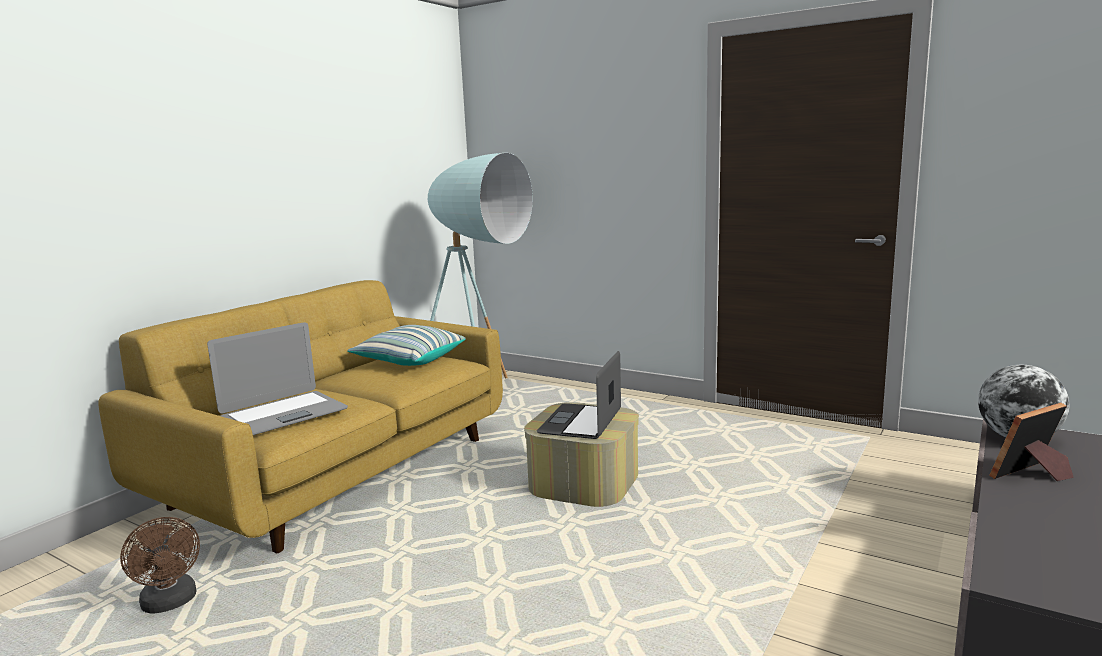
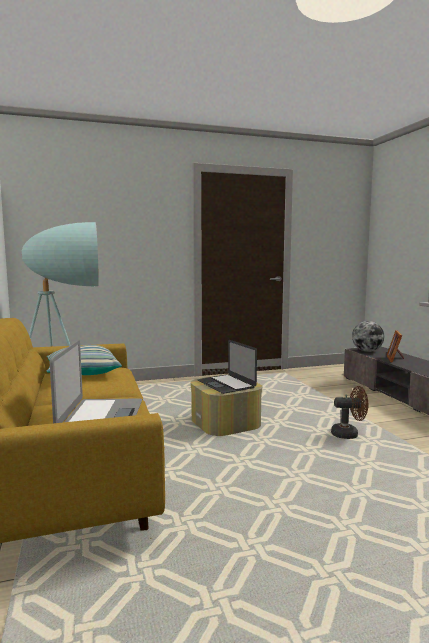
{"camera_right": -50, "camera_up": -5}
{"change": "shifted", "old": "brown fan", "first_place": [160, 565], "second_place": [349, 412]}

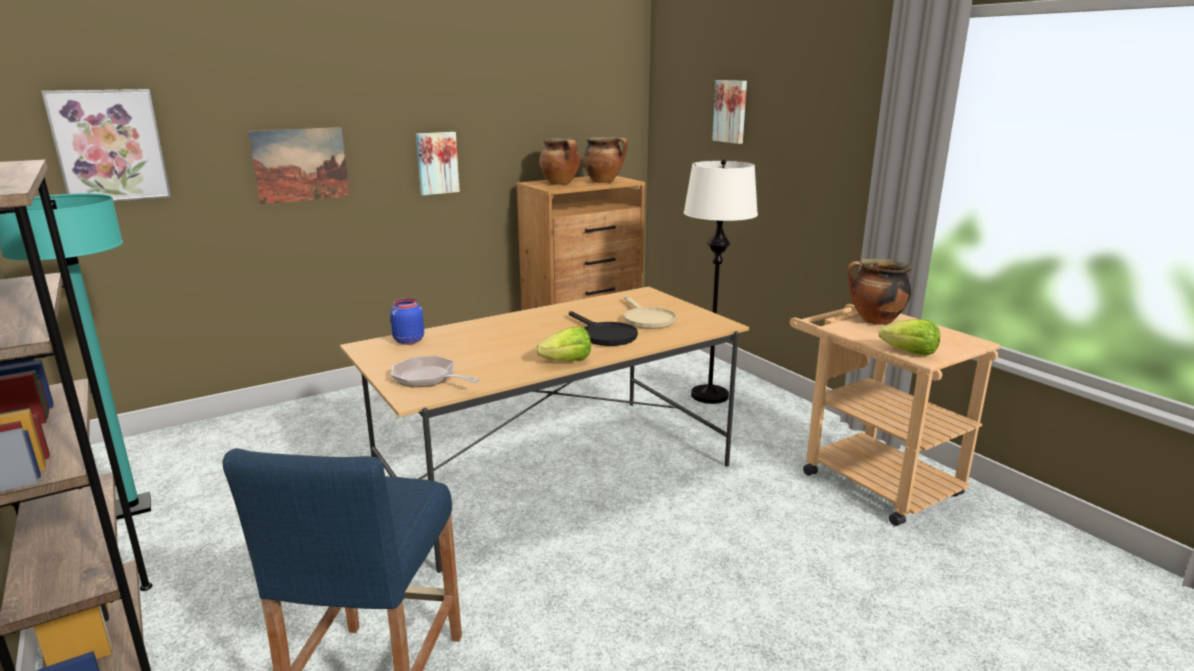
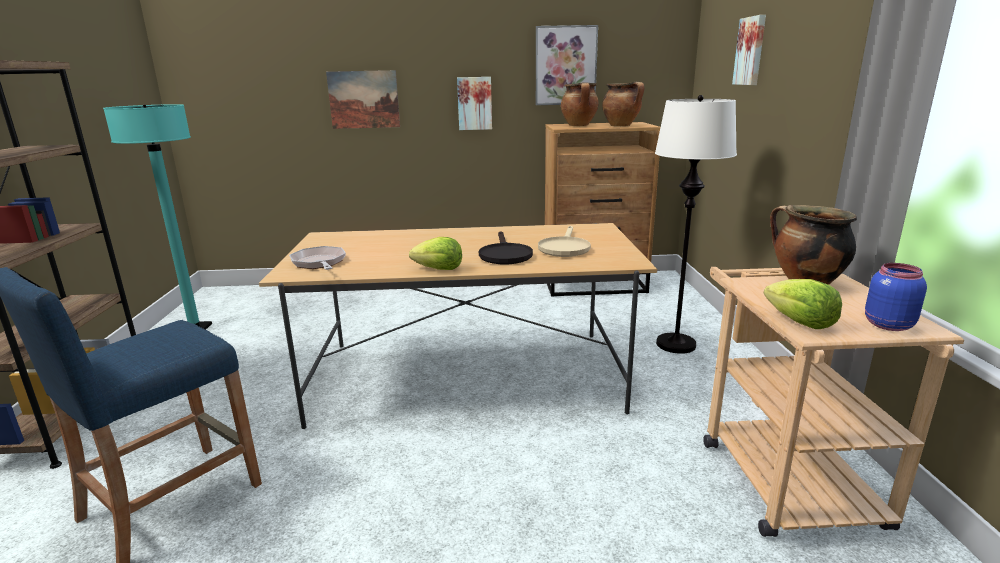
{"camera_right": 30, "camera_up": 0}
{"change": "shifted", "old": "picture", "first_place": [106, 145], "second_place": [567, 65]}
{"change": "shifted", "old": "blue jar", "first_place": [407, 321], "second_place": [896, 297]}

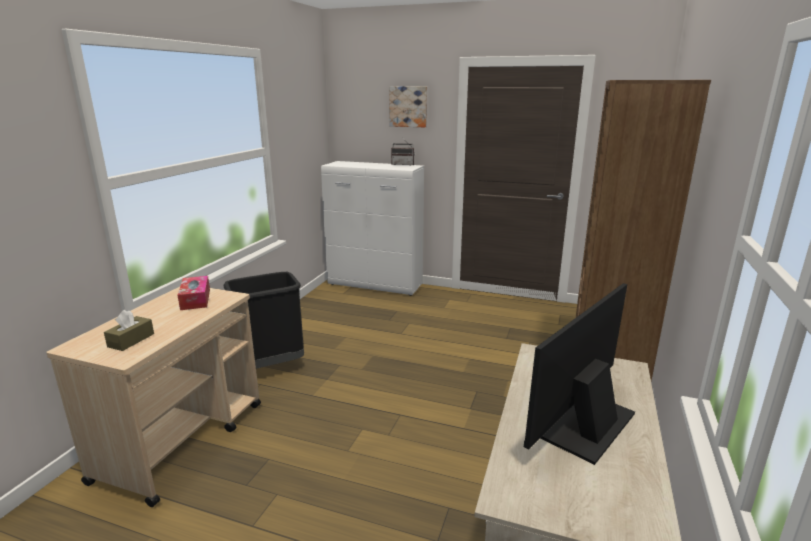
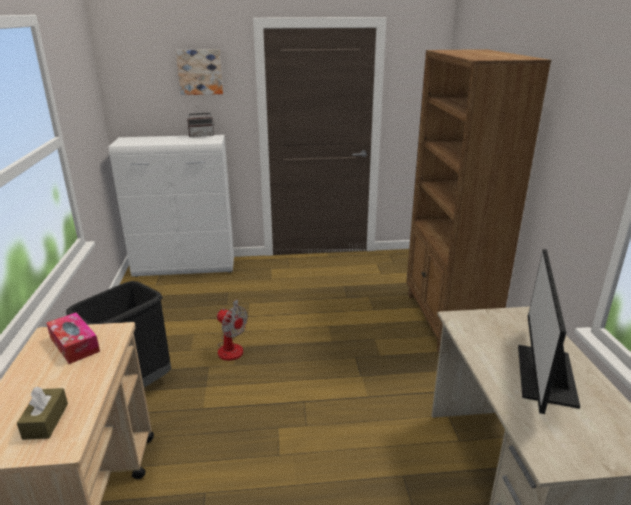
{"camera_right": -25, "camera_up": 5}
{"change": "new", "new": "fan", "second_place": [232, 330]}

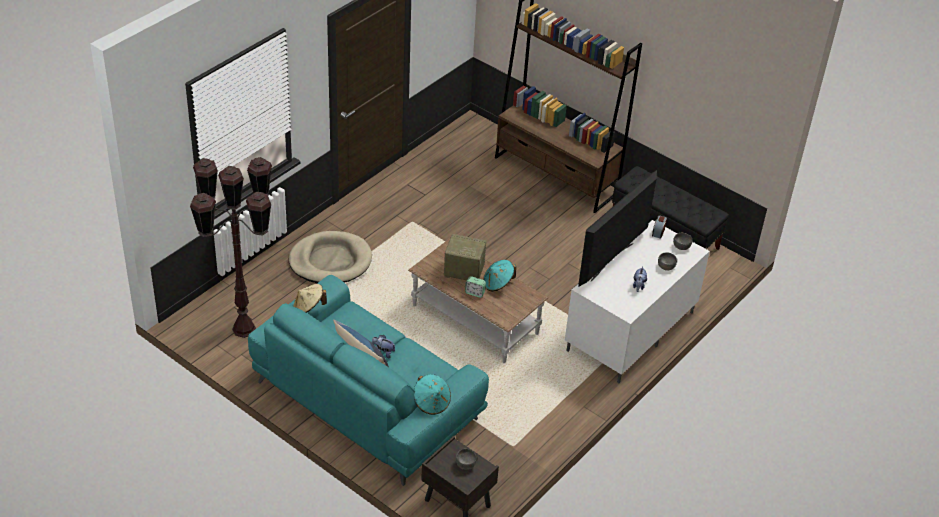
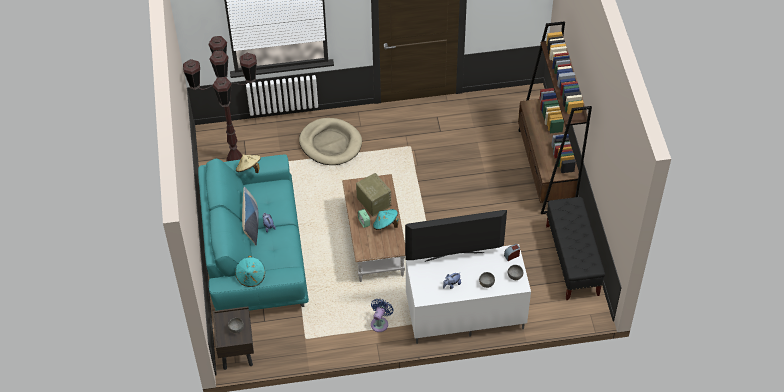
{"camera_right": 45, "camera_up": 10}
{"change": "new", "new": "blue fan", "second_place": [382, 315]}

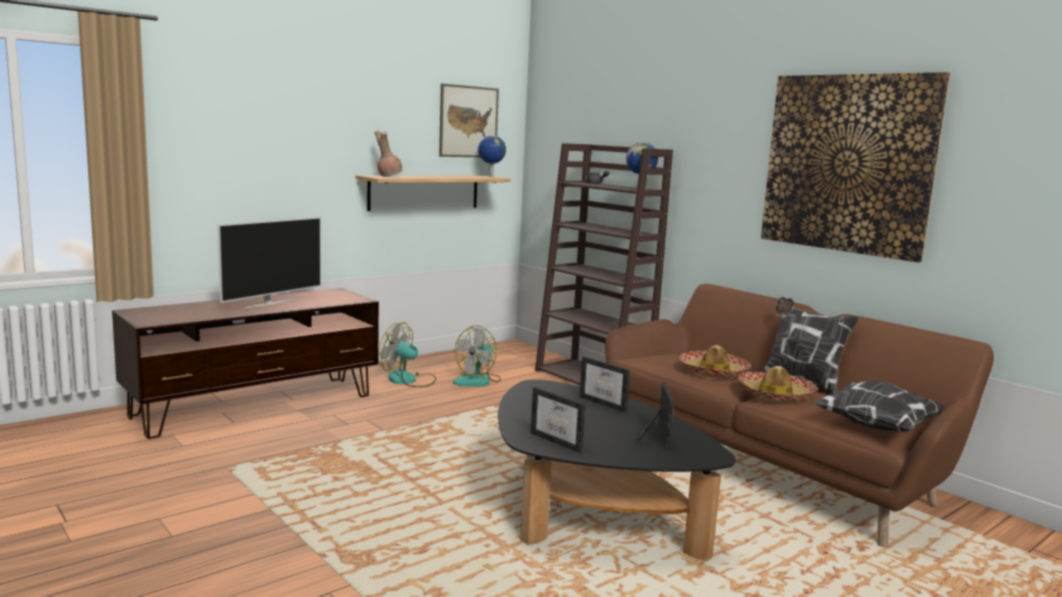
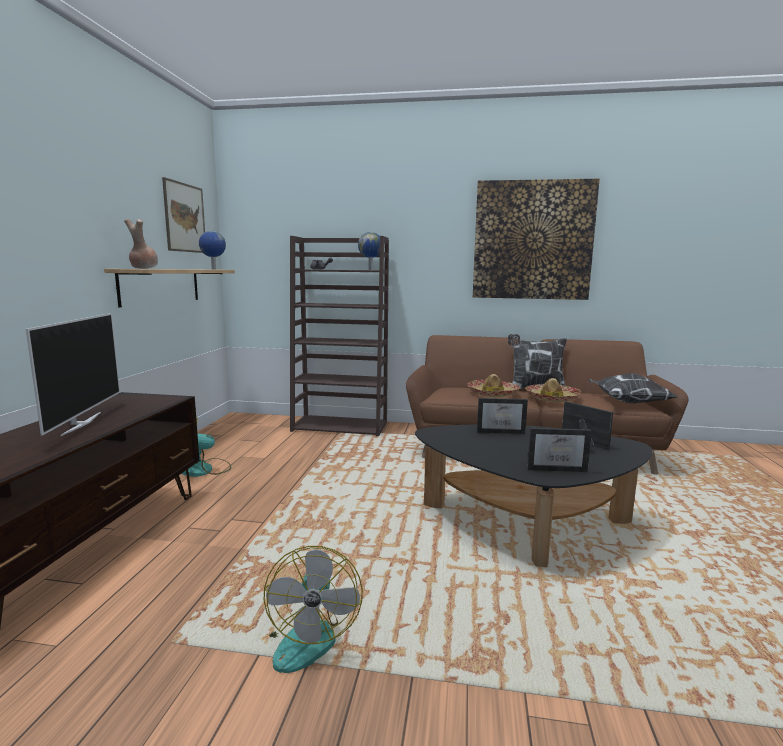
{"camera_right": -40, "camera_up": 0}
{"change": "shifted", "old": "fan", "first_place": [477, 356], "second_place": [313, 609]}

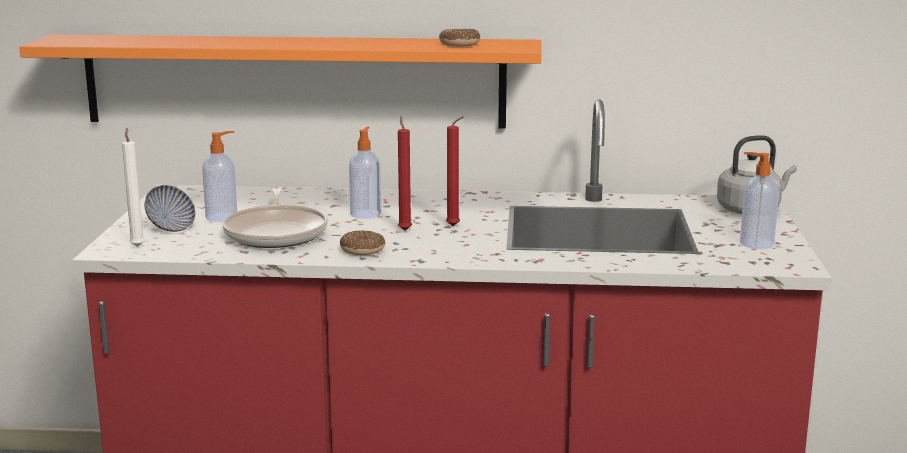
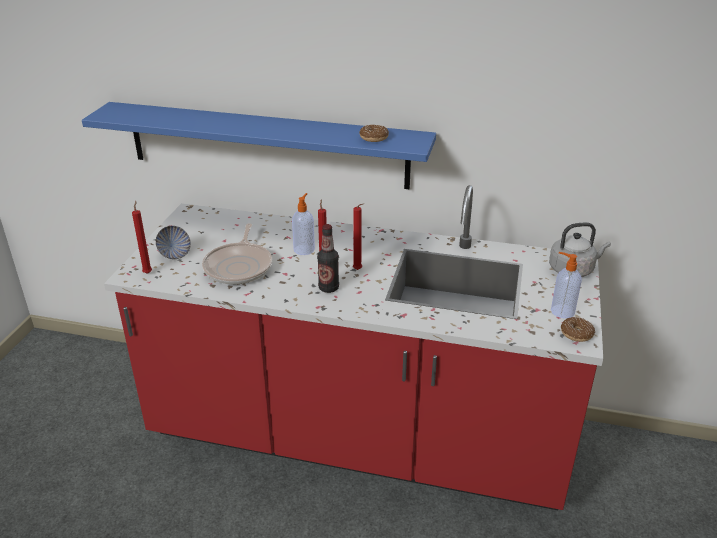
{"camera_right": 10, "camera_up": 15}
{"change": "repainted", "old": "orange shelf", "new": "blue shelf", "first_place": [280, 81], "second_place": [259, 145]}
{"change": "repainted", "old": "white candle", "new": "red candle", "first_place": [133, 187], "second_place": [142, 237]}
{"change": "new", "new": "bottle", "second_place": [328, 258]}
{"change": "shifted", "old": "donut", "first_place": [362, 242], "second_place": [578, 329]}
{"change": "gone", "old": "soap dispenser", "first_place": [219, 176]}

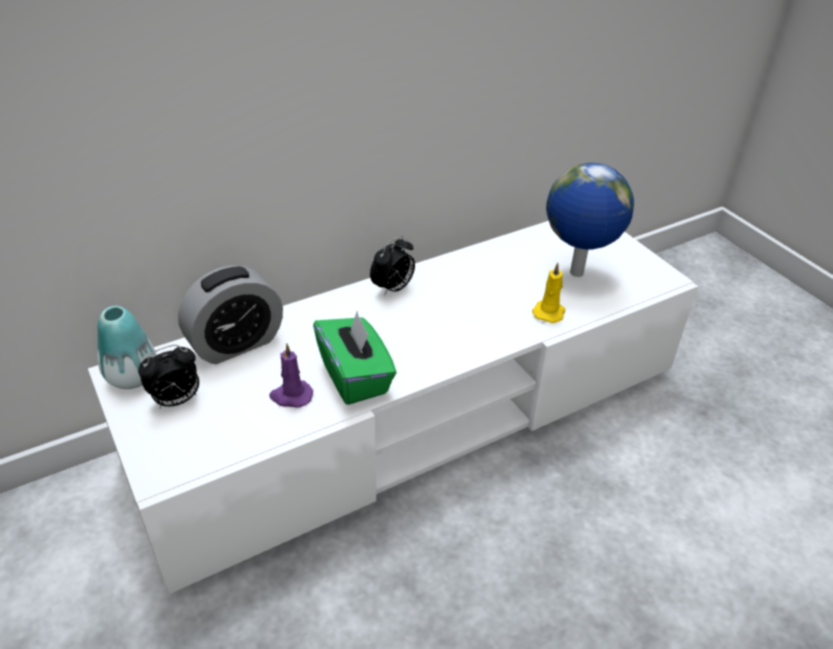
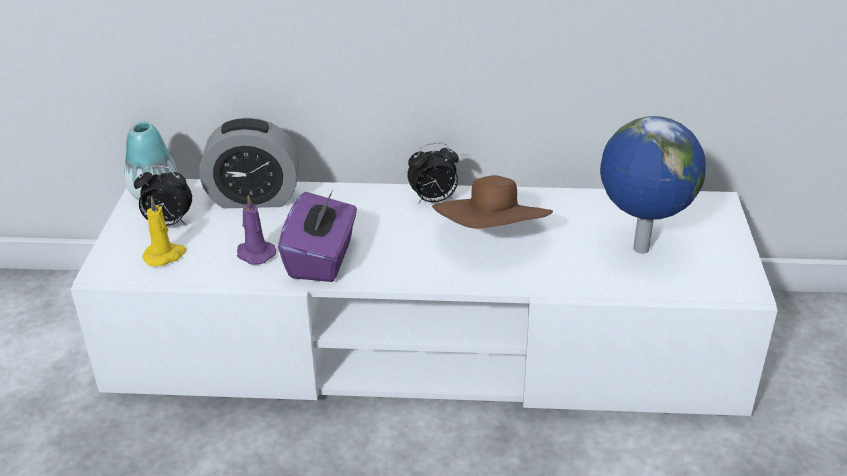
{"camera_right": 35, "camera_up": -5}
{"change": "shifted", "old": "yellow candle", "first_place": [548, 293], "second_place": [164, 231]}
{"change": "repainted", "old": "green tissue box", "new": "purple tissue box", "first_place": [354, 358], "second_place": [317, 236]}
{"change": "new", "new": "brown hat", "second_place": [492, 202]}

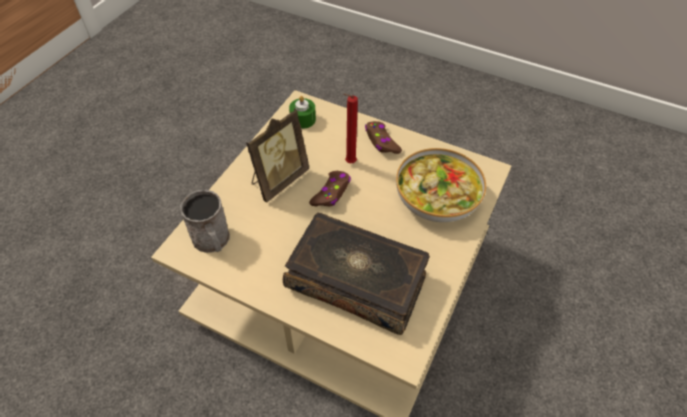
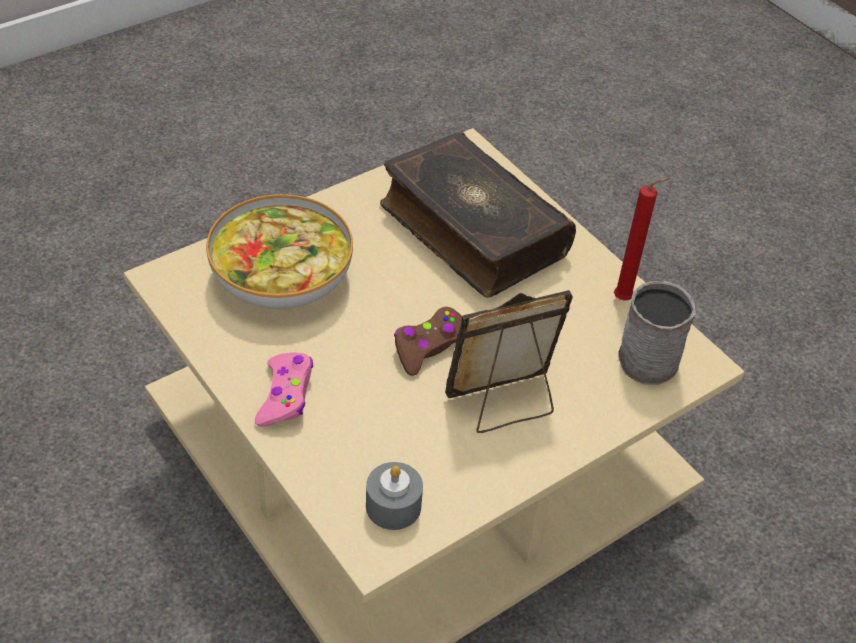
{"camera_right": -155, "camera_up": -5}
{"change": "repainted", "old": "brown game controller", "new": "pink game controller", "first_place": [383, 137], "second_place": [284, 389]}
{"change": "repainted", "old": "green candle", "new": "grey candle", "first_place": [302, 112], "second_place": [394, 496]}
{"change": "shifted", "old": "red candle", "first_place": [350, 128], "second_place": [642, 239]}

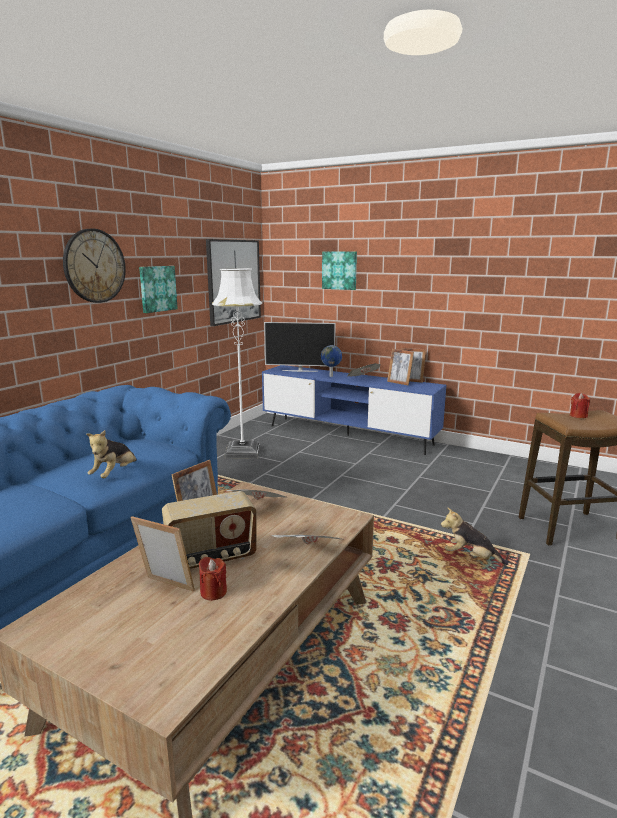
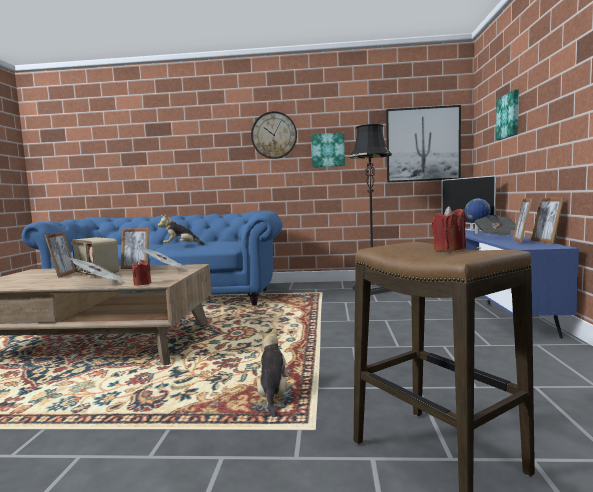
{"camera_right": 65, "camera_up": -10}
{"change": "shifted", "old": "red candle", "first_place": [213, 579], "second_place": [141, 272]}
{"change": "repainted", "old": "white floor lamp", "new": "black floor lamp", "first_place": [237, 363], "second_place": [370, 209]}

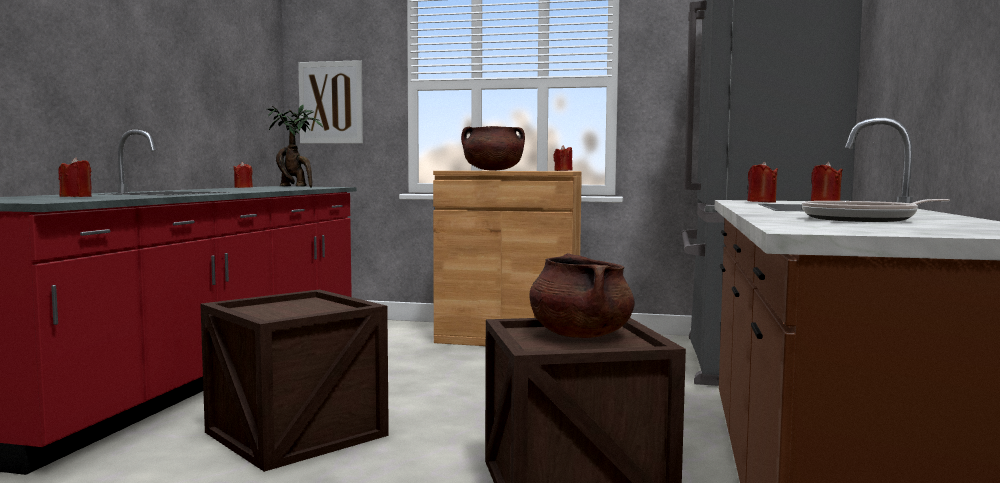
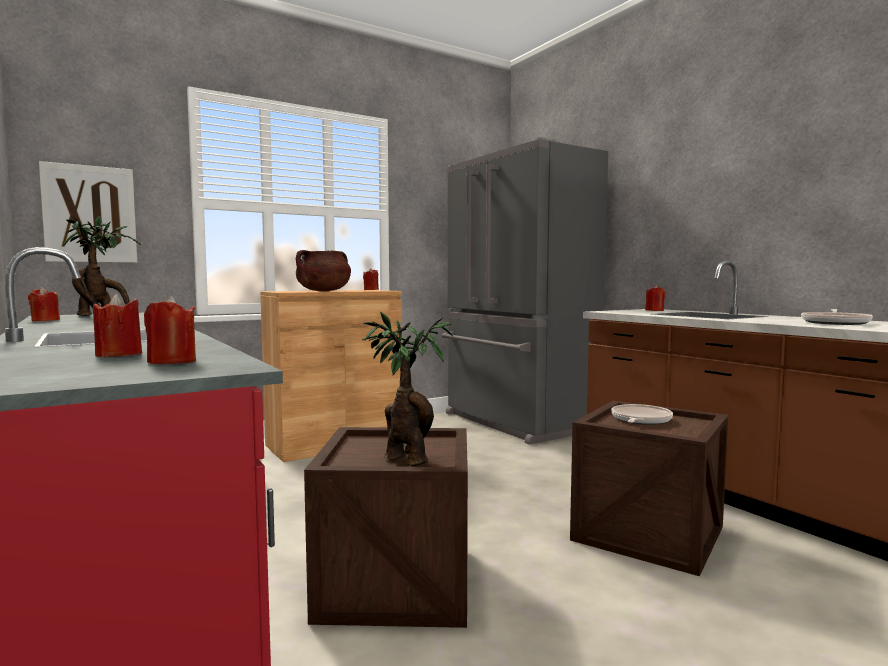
{"camera_right": -45, "camera_up": 0}
{"change": "shifted", "old": "red candle", "first_place": [762, 182], "second_place": [170, 330]}
{"change": "new", "new": "potted plant", "second_place": [407, 388]}
{"change": "swapped", "old": "brown cooking pot", "new": "frying pan", "first_place": [582, 295], "second_place": [642, 414]}

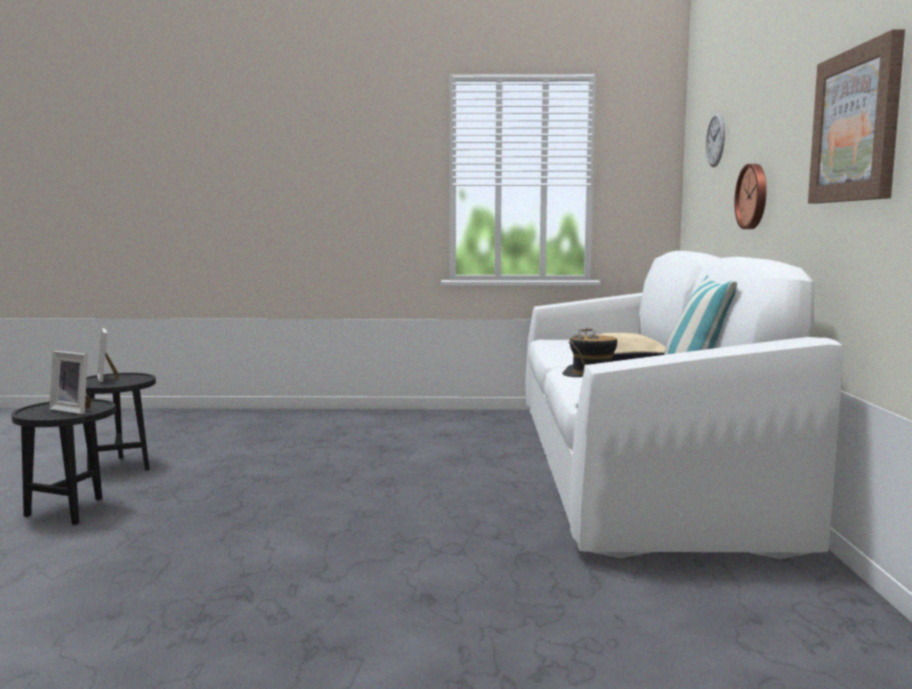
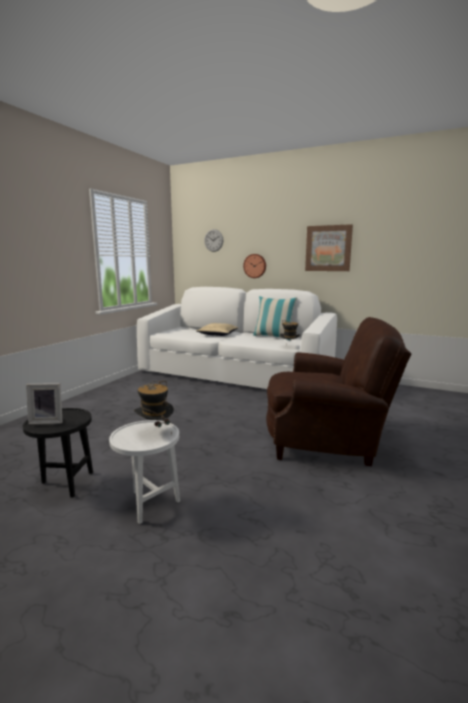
{"camera_right": -65, "camera_up": 5}
{"change": "repainted", "old": "black side table", "new": "white side table", "first_place": [64, 462], "second_place": [144, 472]}
{"change": "swapped", "old": "picture frame", "new": "hat", "first_place": [70, 382], "second_place": [154, 408]}
{"change": "new", "new": "brown armchair", "second_place": [338, 391]}

